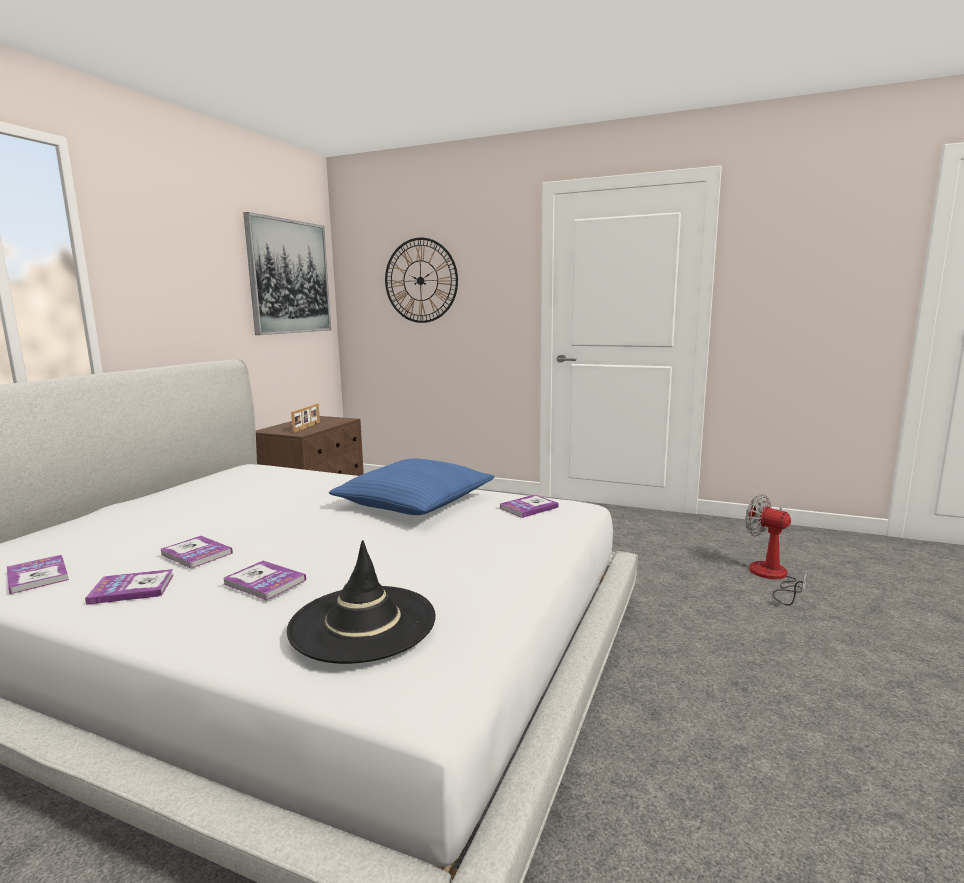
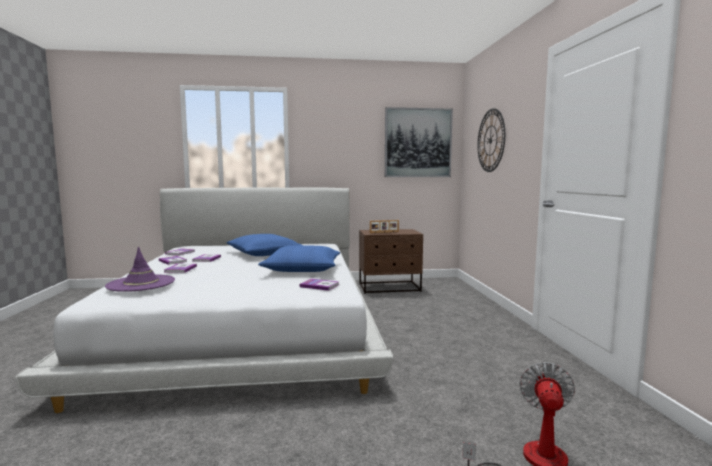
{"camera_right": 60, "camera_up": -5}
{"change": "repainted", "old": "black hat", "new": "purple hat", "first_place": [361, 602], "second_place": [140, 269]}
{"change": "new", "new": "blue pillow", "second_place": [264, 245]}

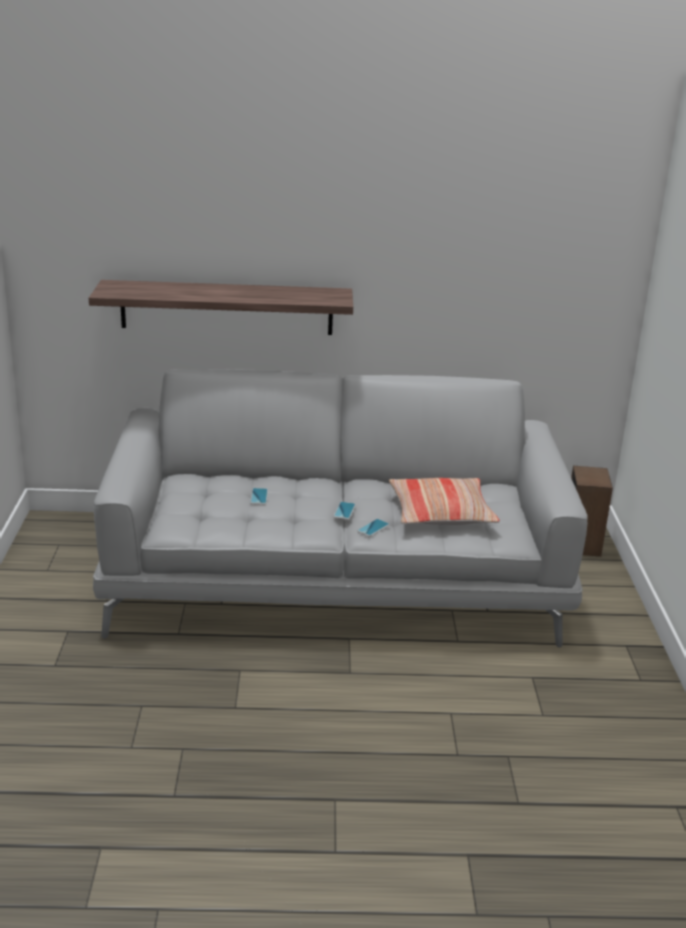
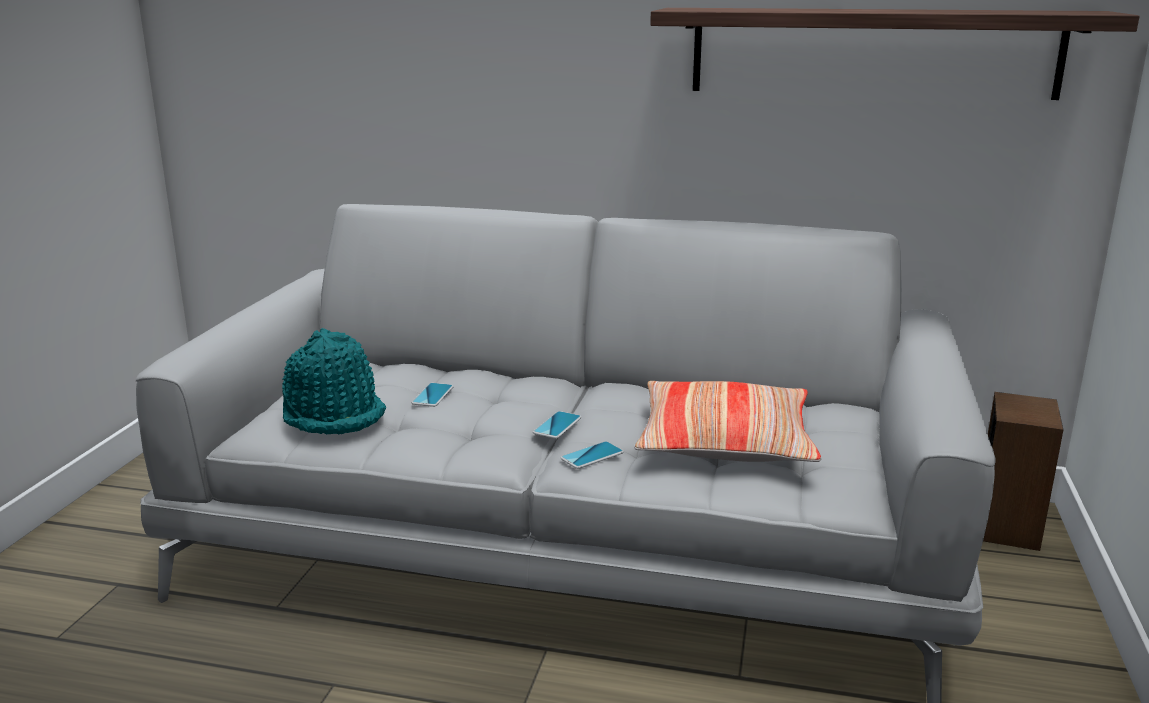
{"camera_right": 15, "camera_up": -5}
{"change": "new", "new": "turquoise hat", "second_place": [334, 381]}
{"change": "shifted", "old": "shelf", "first_place": [221, 307], "second_place": [895, 54]}

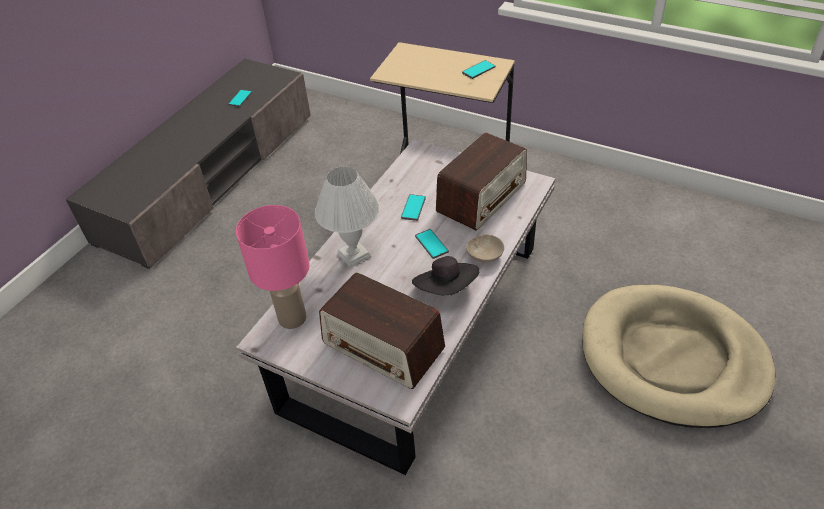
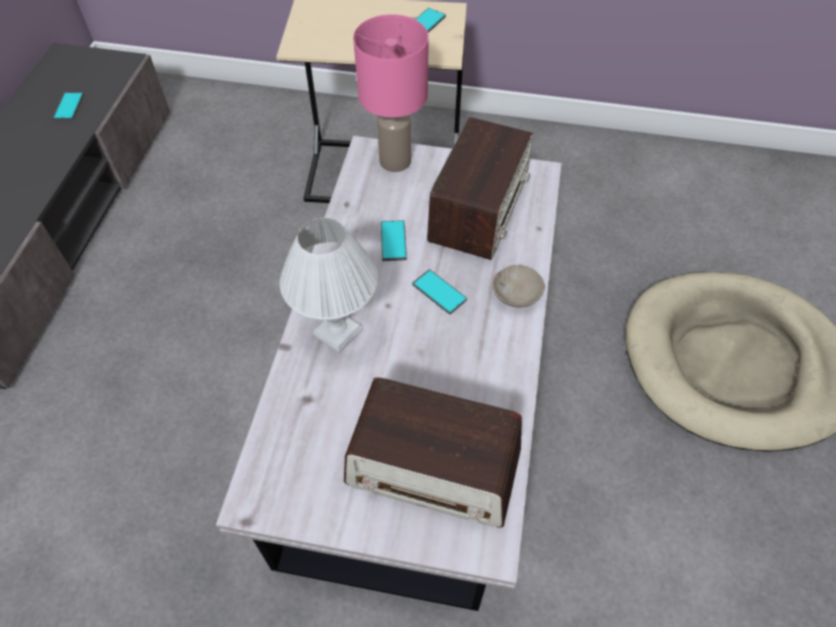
{"camera_right": -20, "camera_up": 10}
{"change": "shifted", "old": "pink table lamp", "first_place": [273, 267], "second_place": [391, 93]}
{"change": "gone", "old": "black hat", "first_place": [445, 276]}

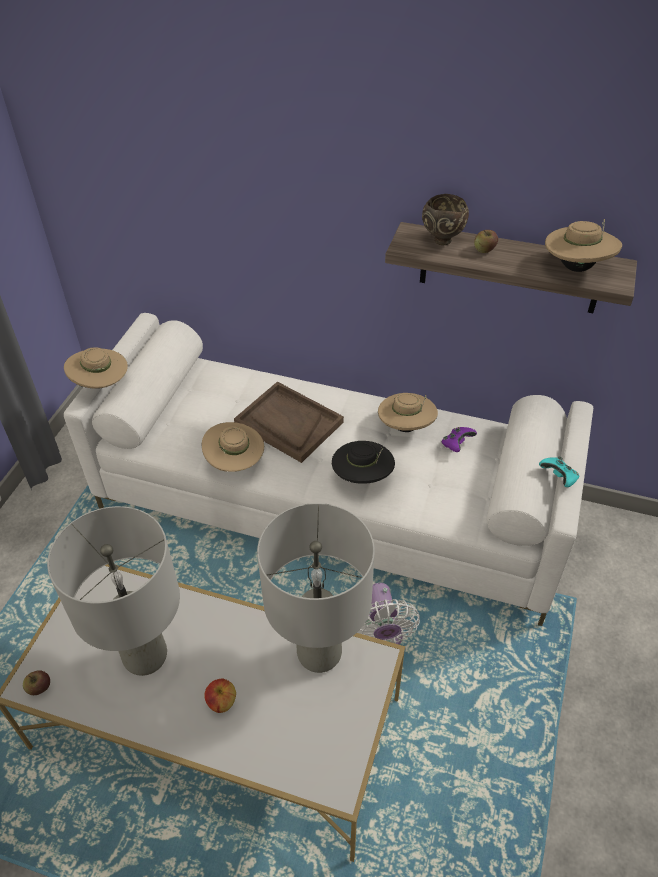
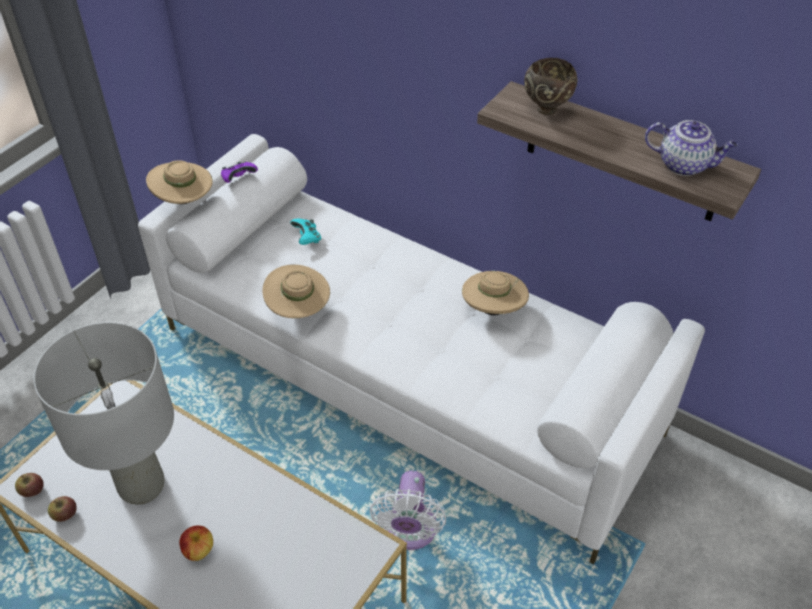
{"camera_right": 15, "camera_up": 0}
{"change": "shifted", "old": "apple", "first_place": [486, 241], "second_place": [62, 509]}
{"change": "shifted", "old": "purple game controller", "first_place": [459, 439], "second_place": [239, 172]}
{"change": "shifted", "old": "turquoise game controller", "first_place": [559, 471], "second_place": [305, 232]}
{"change": "swapped", "old": "beige hat", "new": "teapot", "first_place": [583, 245], "second_place": [691, 148]}
{"change": "gone", "old": "brown tray", "first_place": [289, 422]}
{"change": "gone", "old": "grey table lamp", "first_place": [316, 588]}
{"change": "gone", "old": "black hat", "first_place": [363, 462]}

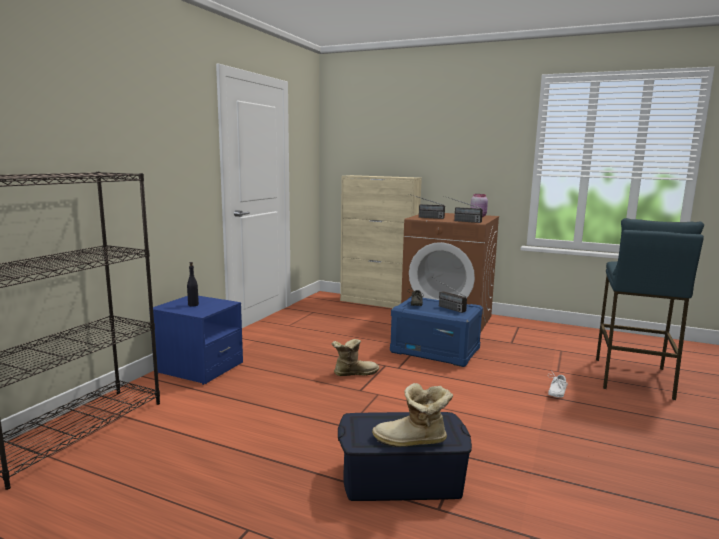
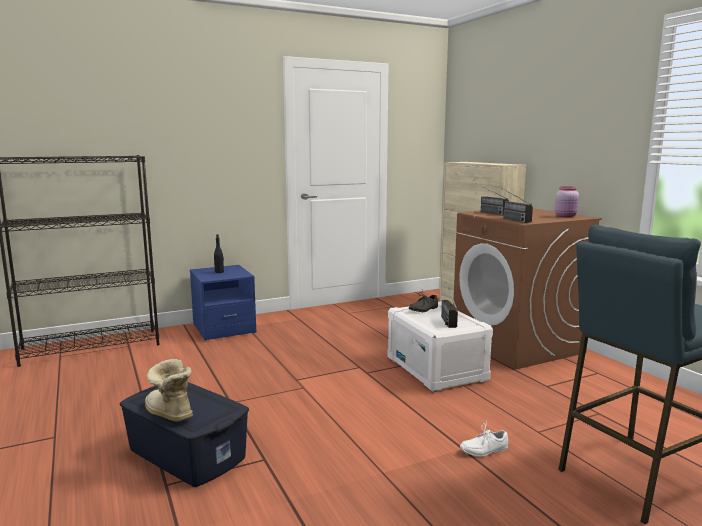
{"camera_right": 40, "camera_up": 0}
{"change": "repainted", "old": "blue storage box", "new": "white storage box", "first_place": [436, 332], "second_place": [440, 346]}
{"change": "gone", "old": "boot", "first_place": [355, 357]}

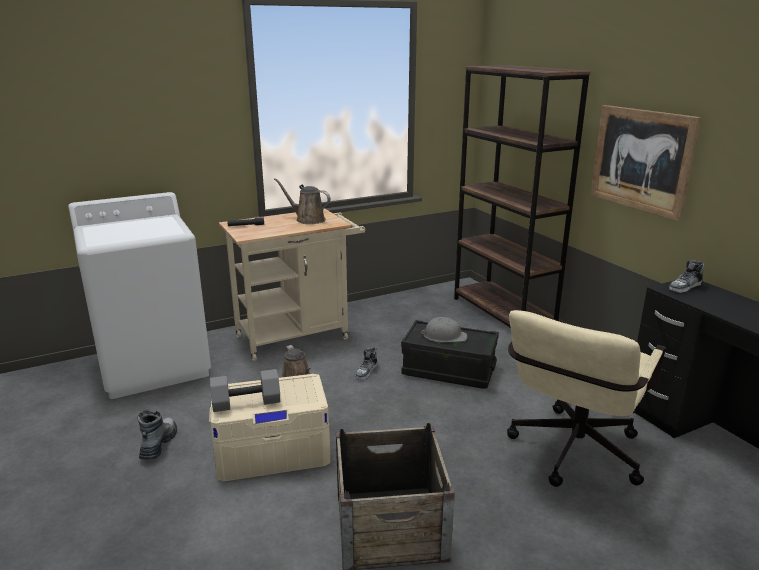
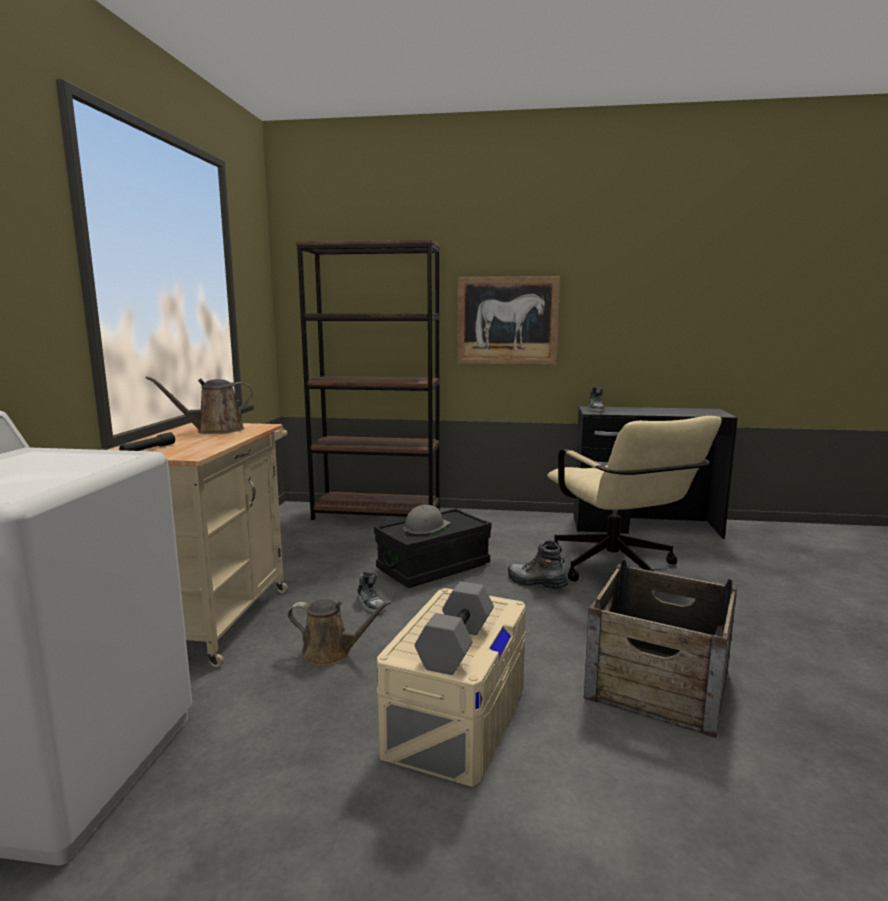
{"camera_right": -55, "camera_up": -10}
{"change": "shifted", "old": "boot", "first_place": [157, 435], "second_place": [538, 564]}

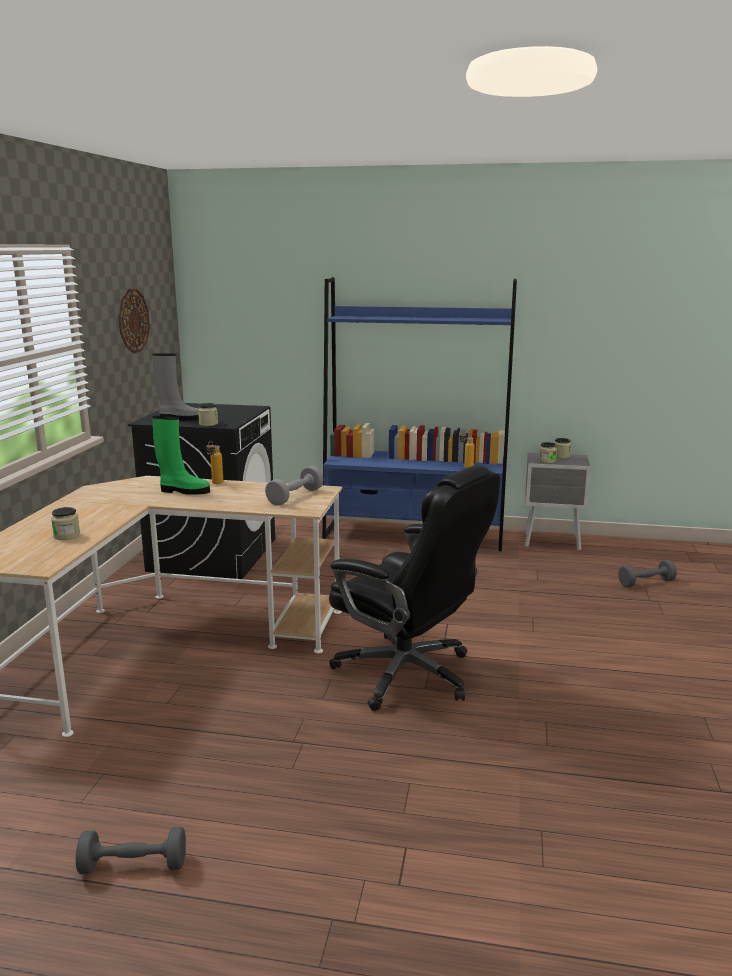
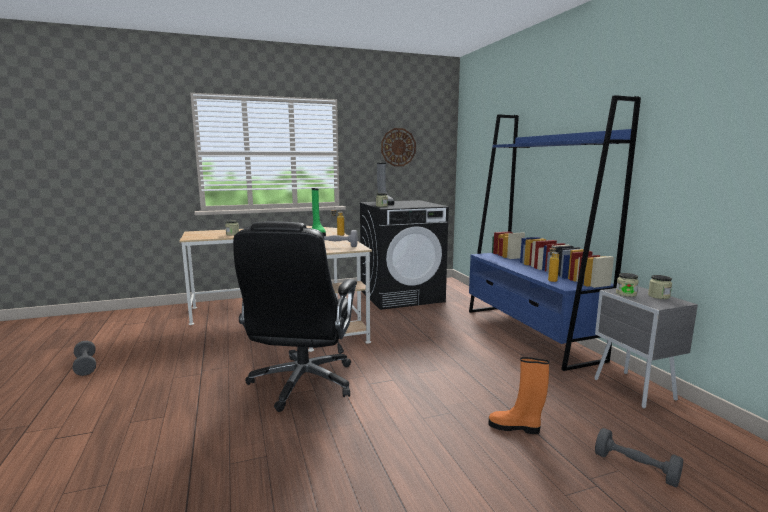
{"camera_right": 60, "camera_up": -5}
{"change": "new", "new": "orange boot", "second_place": [519, 395]}

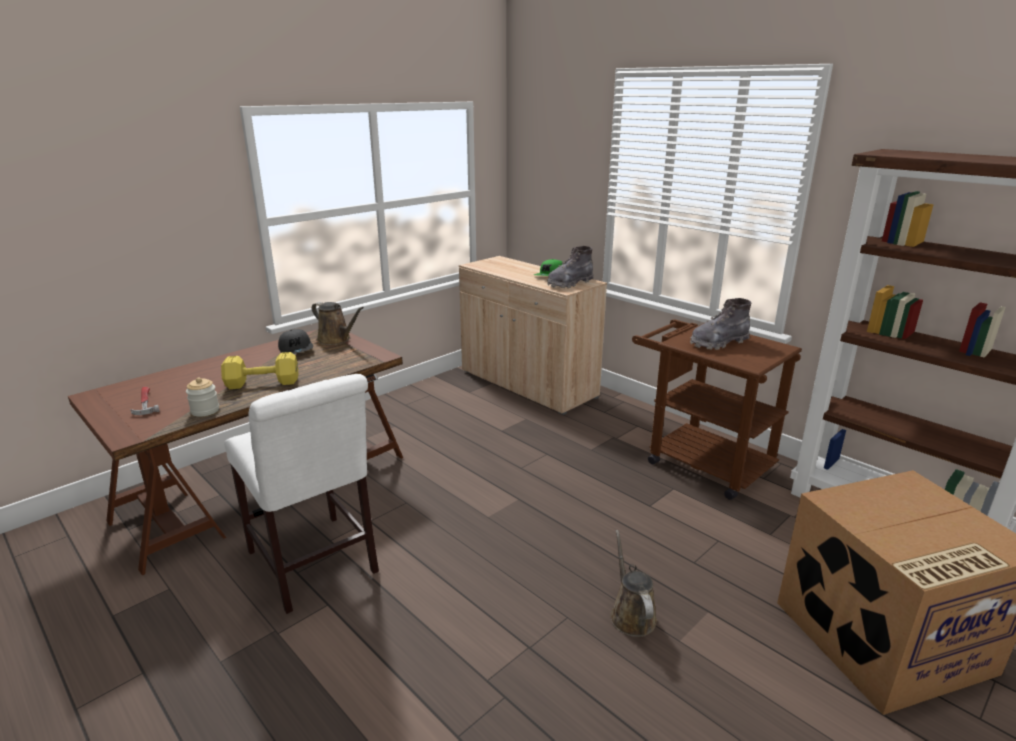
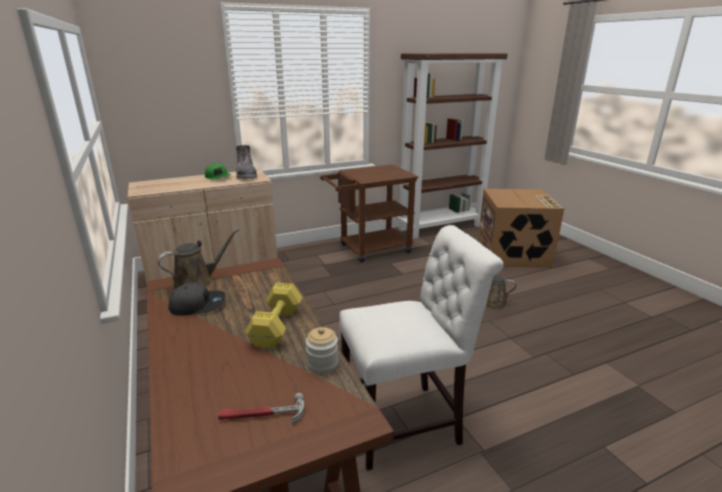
{"camera_right": -70, "camera_up": 0}
{"change": "gone", "old": "grey boot", "first_place": [720, 324]}

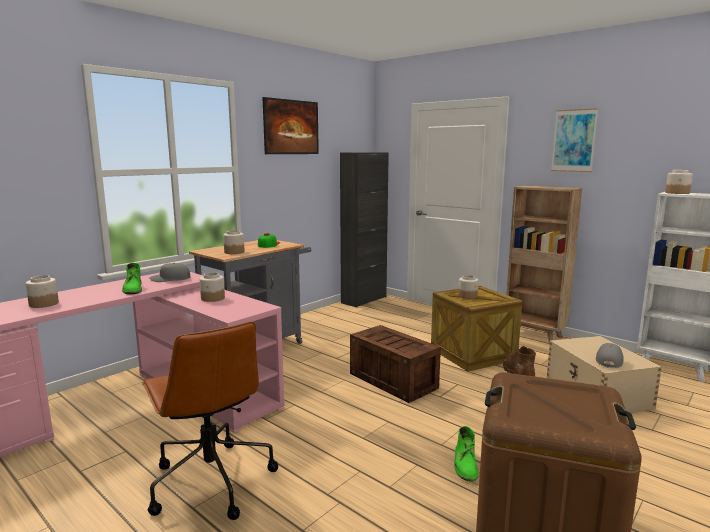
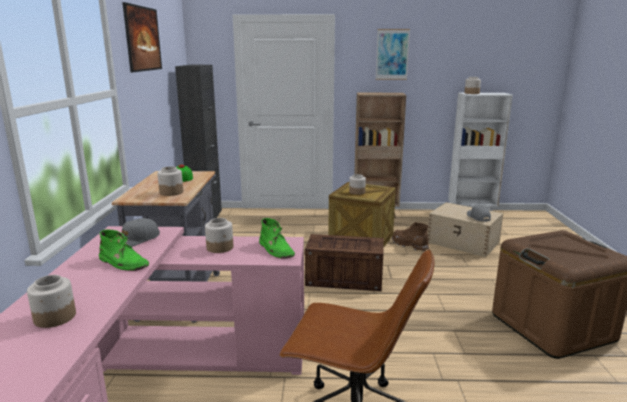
{"camera_right": -40, "camera_up": 5}
{"change": "shifted", "old": "green boot", "first_place": [466, 453], "second_place": [277, 238]}

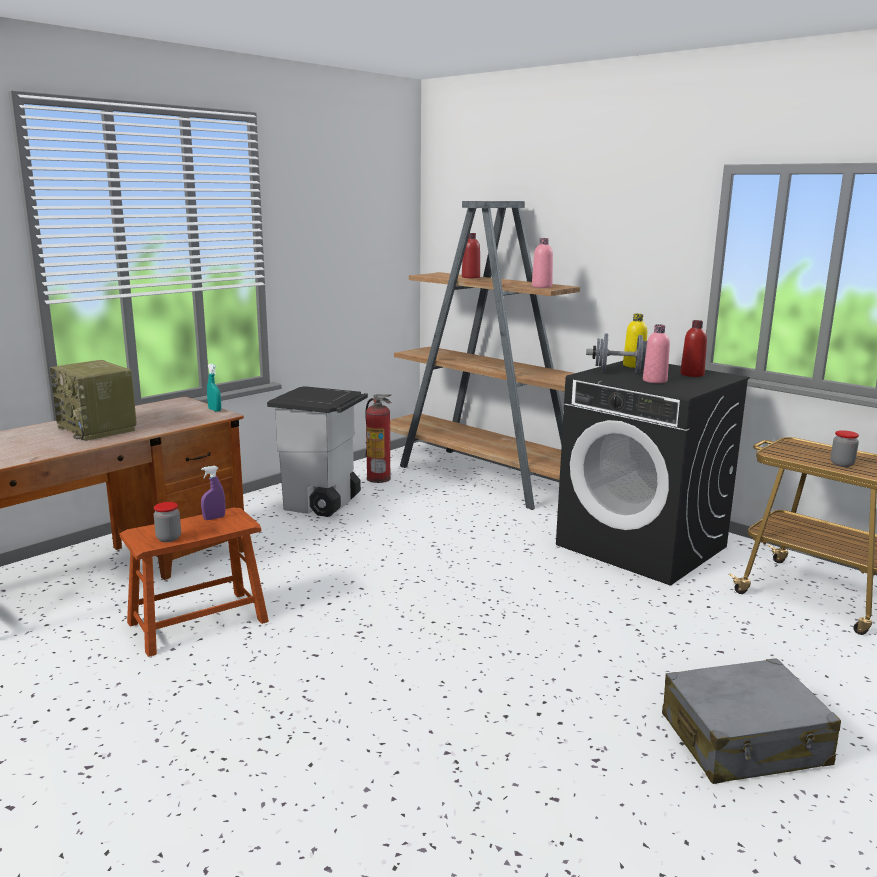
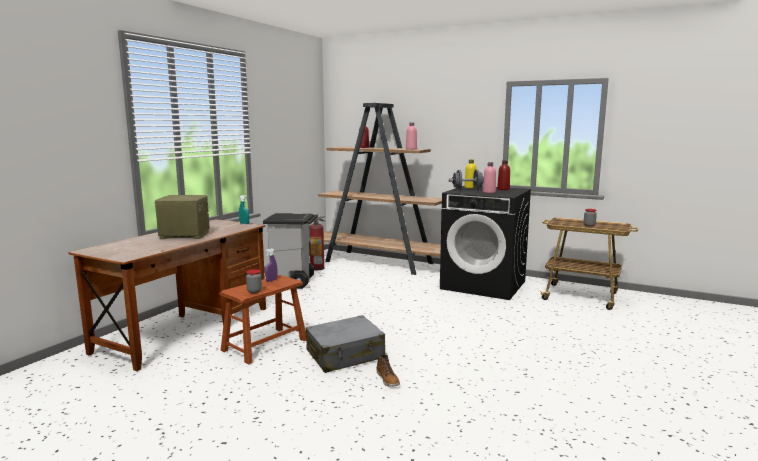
{"camera_right": -15, "camera_up": -5}
{"change": "rotated", "old": "radio", "first_place": [93, 400], "second_place": [182, 217], "degrees": 150}
{"change": "shifted", "old": "grey suitcase", "first_place": [751, 721], "second_place": [346, 344]}
{"change": "new", "new": "boot", "second_place": [388, 370]}

